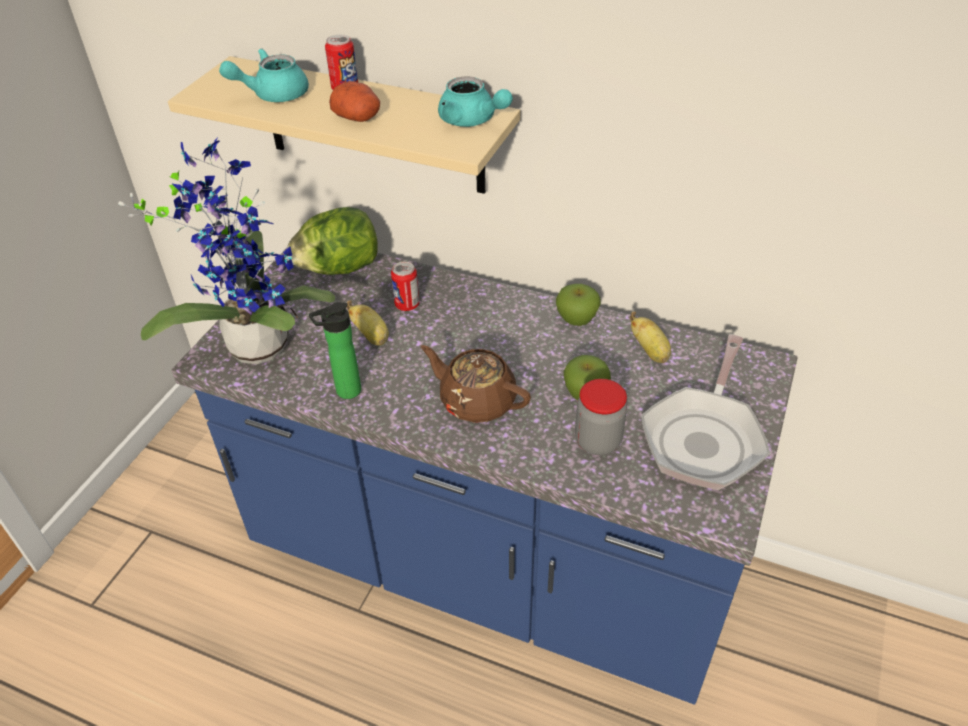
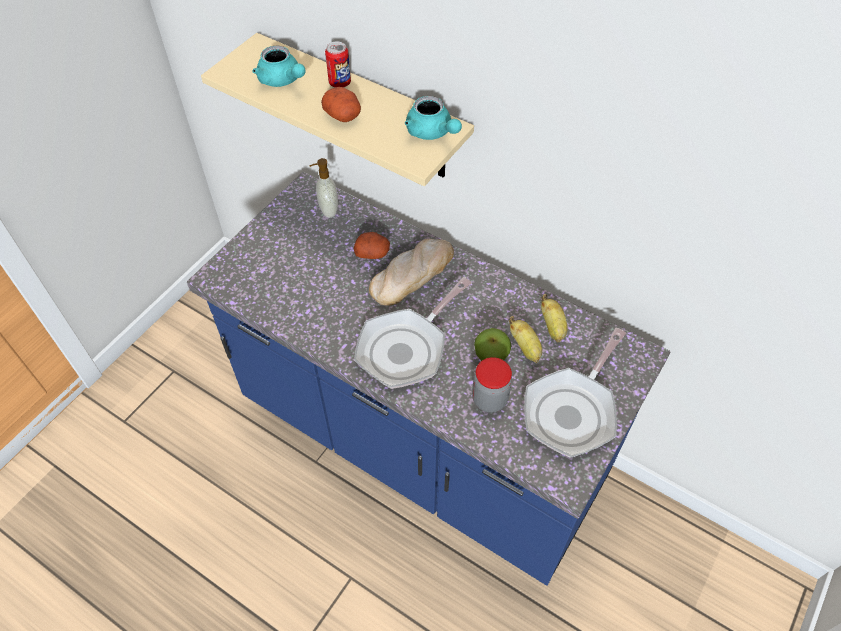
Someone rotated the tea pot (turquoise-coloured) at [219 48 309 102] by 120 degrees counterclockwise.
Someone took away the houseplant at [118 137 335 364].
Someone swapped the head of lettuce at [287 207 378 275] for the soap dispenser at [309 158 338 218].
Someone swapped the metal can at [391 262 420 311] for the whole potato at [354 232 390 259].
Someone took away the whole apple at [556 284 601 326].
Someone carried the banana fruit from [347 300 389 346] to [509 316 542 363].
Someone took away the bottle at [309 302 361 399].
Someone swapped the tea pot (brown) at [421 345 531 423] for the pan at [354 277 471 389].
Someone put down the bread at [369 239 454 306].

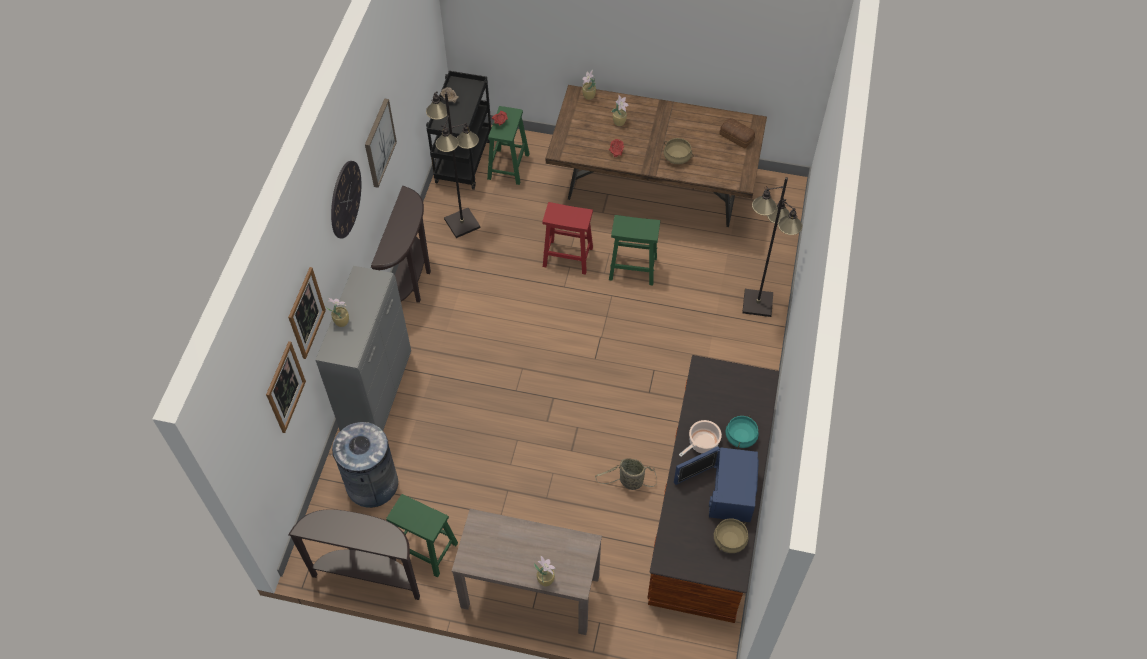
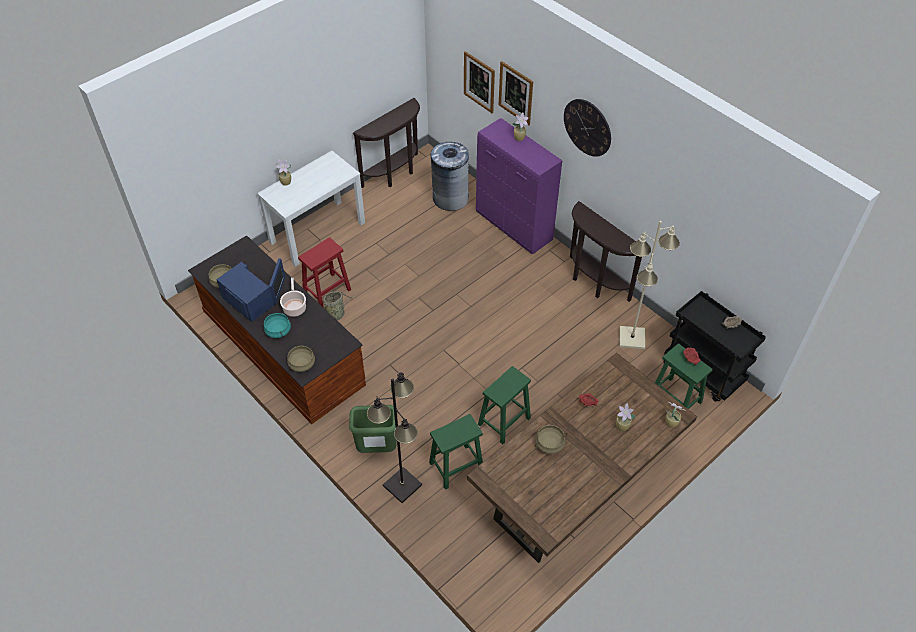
Someone repainted the standard lamp (black) at [426 92 480 238], which became the standard lamp (beige) at [620 221 680 349].
Someone took away the picture at [365 98 397 188].
Someone took away the bread at [719 118 755 148].
Someone carried the stool (red) from [542 202 593 275] to [298 237 351 308].
Someone repainted the cabinet (gray) at [316 266 411 431], which became the cabinet (purple) at [476 118 562 255].
Someone carried the stool (greenish) from [386 494 458 577] to [429 414 483 490].
Someone repainted the console table (brown) at [452 509 602 635], which became the console table (white) at [257 151 365 267].
Someone put down the stockpot (beige) at [287 346 315 372].
Someone put down the waste bin (greenish) at [349 405 398 453].

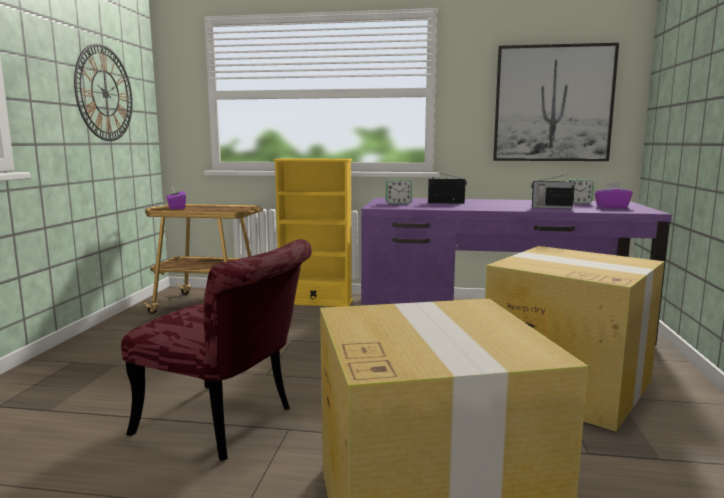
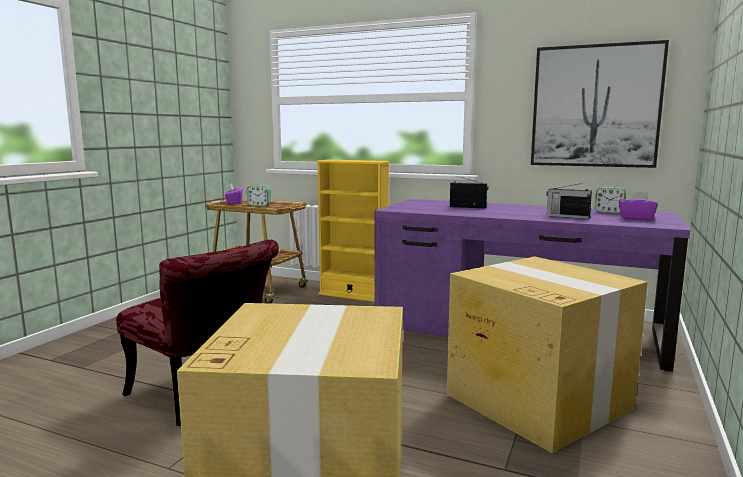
Someone took away the clock on the wall at [74 44 133 141].
Someone carried the bedside clock from [386 179 412 204] to [247 185 271 206].

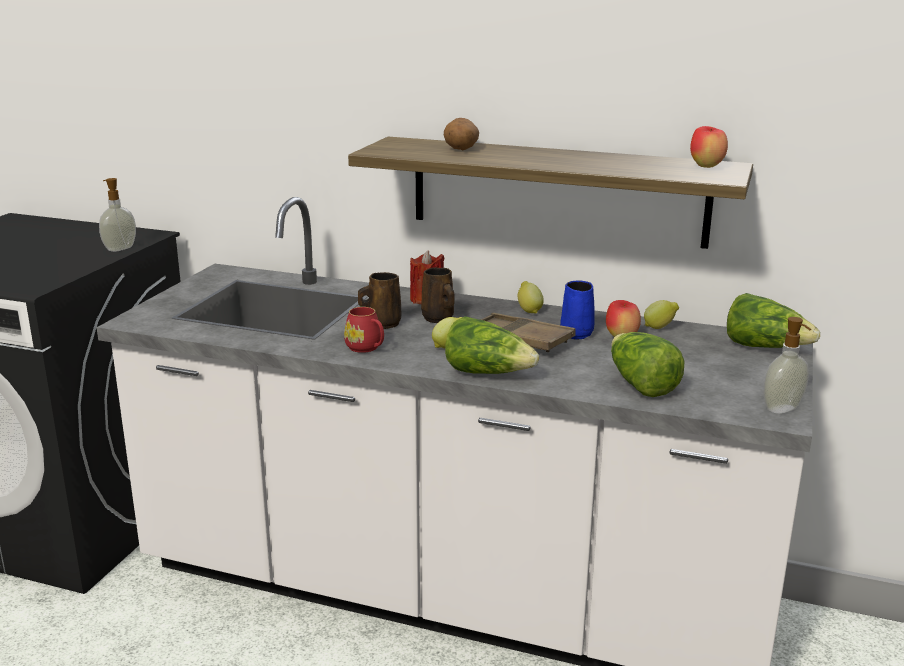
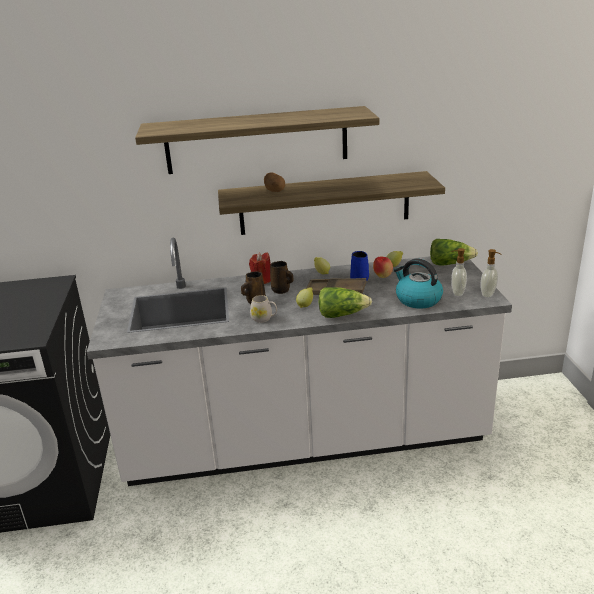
Someone took away the whole apple at [690 126 728 168].
Someone carried the soap dispenser from [99 178 136 252] to [451 248 467 296].
Someone repainted the coffee mug (red) at [344 307 384 353], which became the coffee mug (white) at [250 295 277 323].
Someone swapped the head of lettuce at [611 332 684 397] for the water kettle at [394 258 443 308].
Someone put up the bracket shelf at [135 106 379 174].

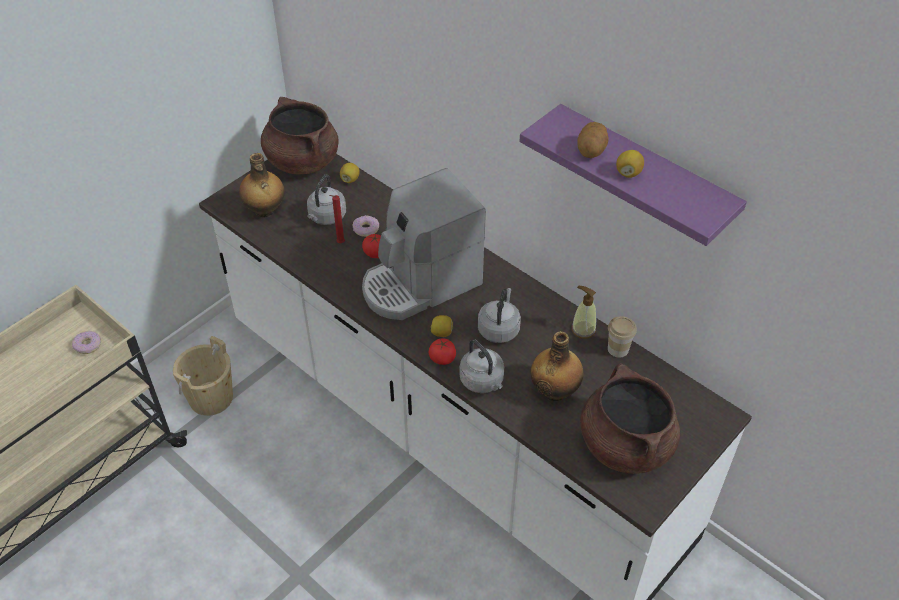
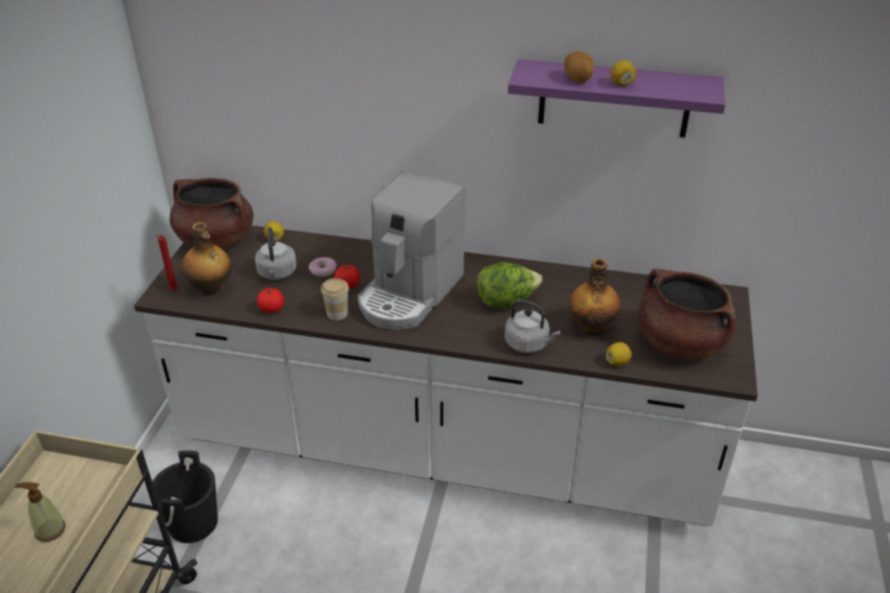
Someone carried the wax candle (red) from [329 195 345 243] to [156 235 178 291].
Someone carried the soap dispenser from [572 286 596 339] to [15 482 65 542].
Someone swapped the water kettle (gray) at [478 288 521 343] for the head of lettuce at [477 262 542 308].
Someone carried the citrus fruit from [431 315 453 337] to [606 342 632 366].
Someone carried the small cup from [608 316 637 358] to [321 278 349 320].
Someone took away the ring doughnut at [72 331 101 354].
Someone repainted the bucket (beige) at [173 336 233 416], which became the bucket (black) at [153 451 218 543].
Someone carried the whole tomato from [429 338 456 365] to [257 288 284 313].

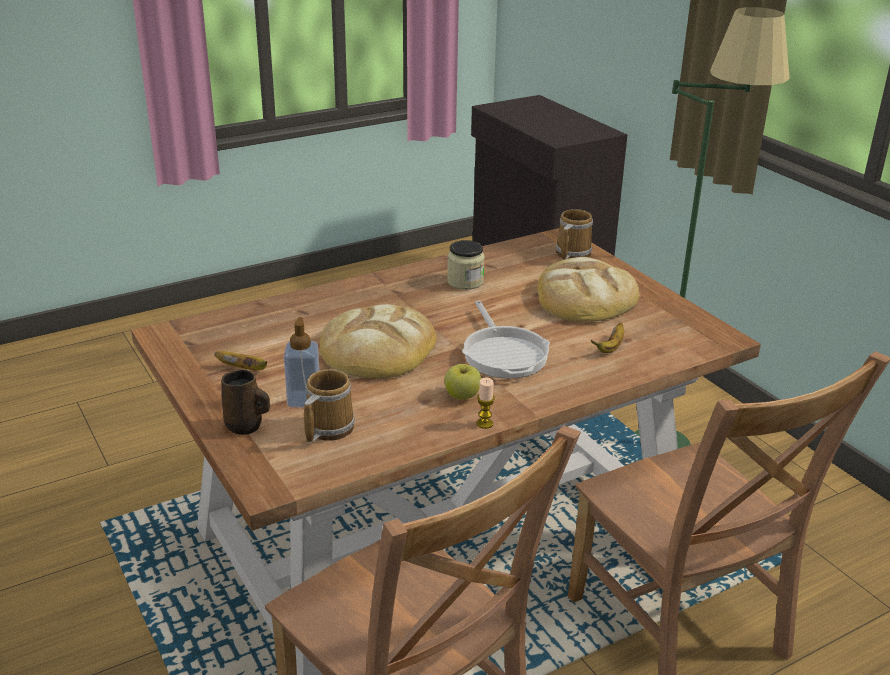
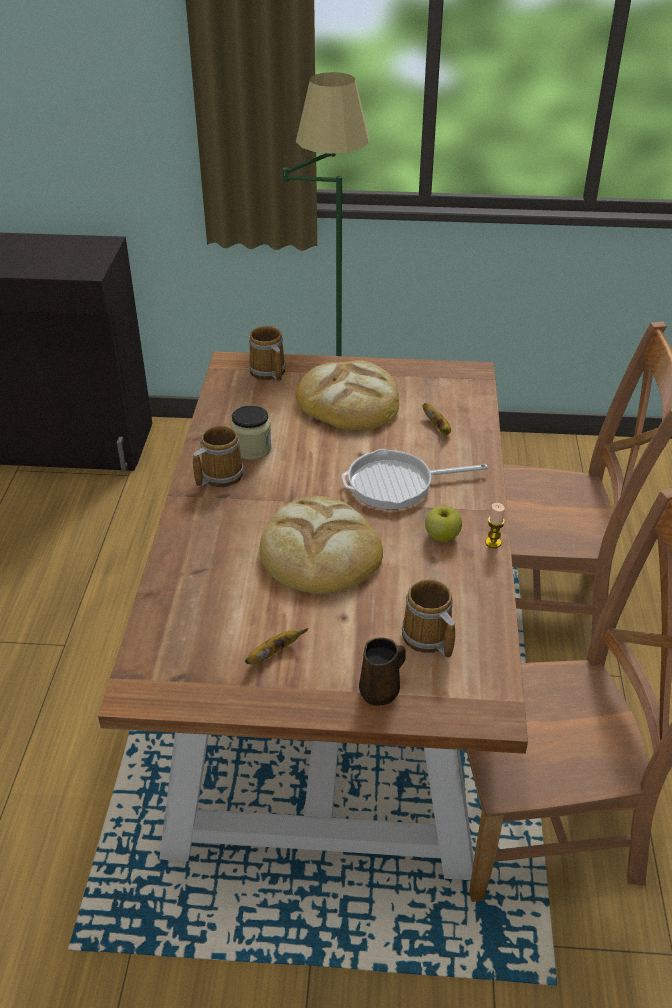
Someone rotated the pan at [462 301 550 378] by 150 degrees clockwise.
Someone took away the soap dispenser at [284 317 319 407].
Someone put down the coffee mug at [193 425 244 487].

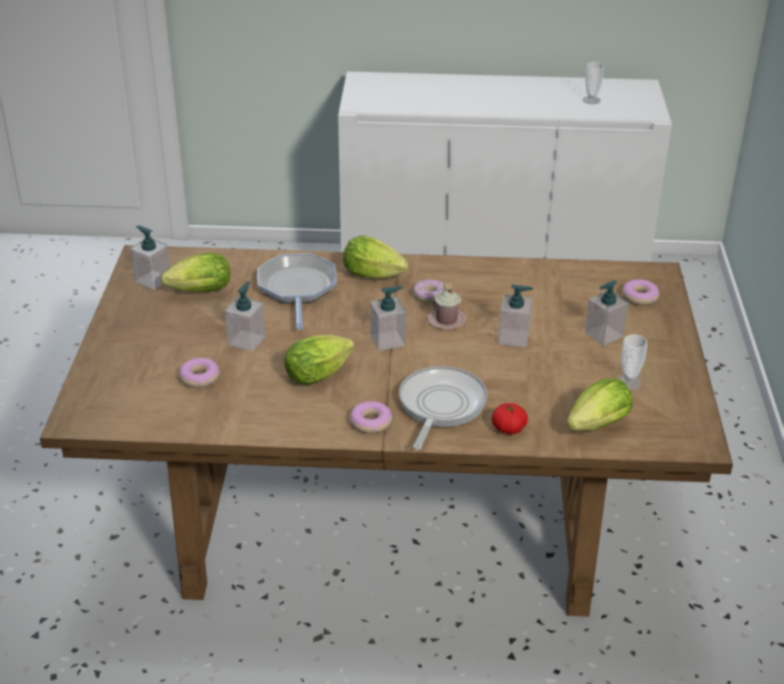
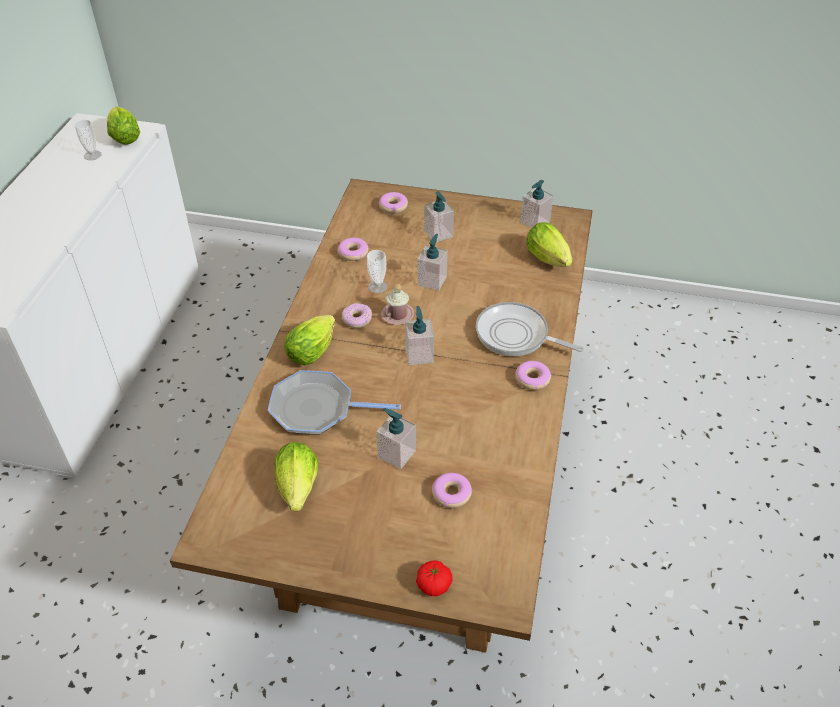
Someone carried the soap dispenser from [130 225 170 290] to [520 180 553 228].
Someone carried the small cup from [618 334 647 390] to [367 250 388 293].
Someone carried the head of lettuce from [284 335 355 385] to [107 107 140 145].
Someone carried the whole tomato from [492 403 528 434] to [416 560 452 596].
Someone put down the ring doughnut at [338 238 368 261].

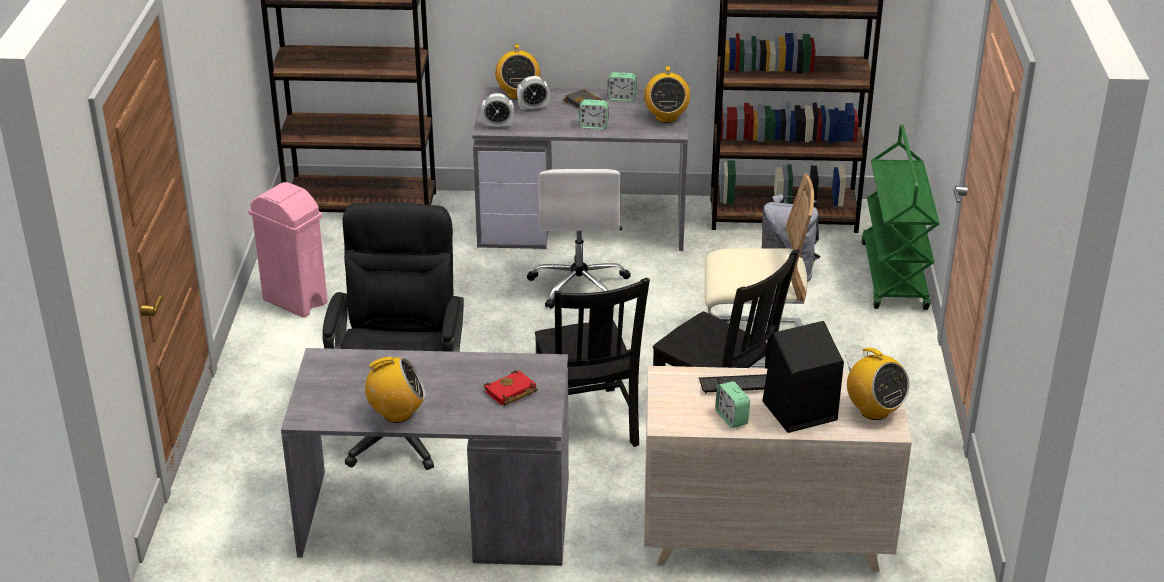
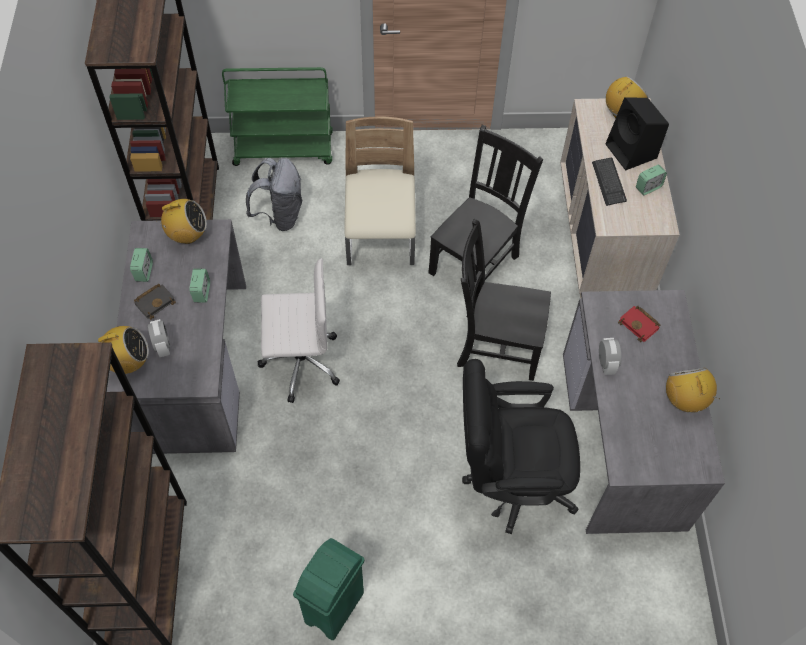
Someone carried the bedside clock from [481 93 514 129] to [599 338 621 375].
Someone repainted the waste bin (pink) at [248 182 328 318], which became the waste bin (greenish) at [293 538 365 640].
Someone rotated the upright chair (black) at [535 278 650 447] by 150 degrees counterclockwise.

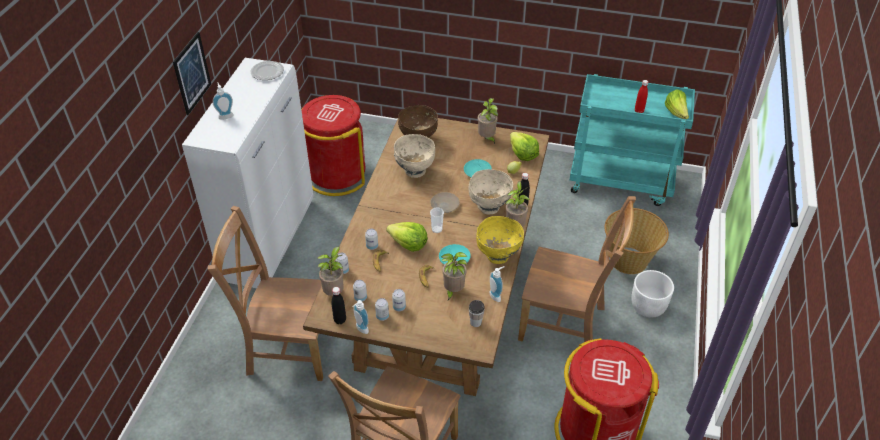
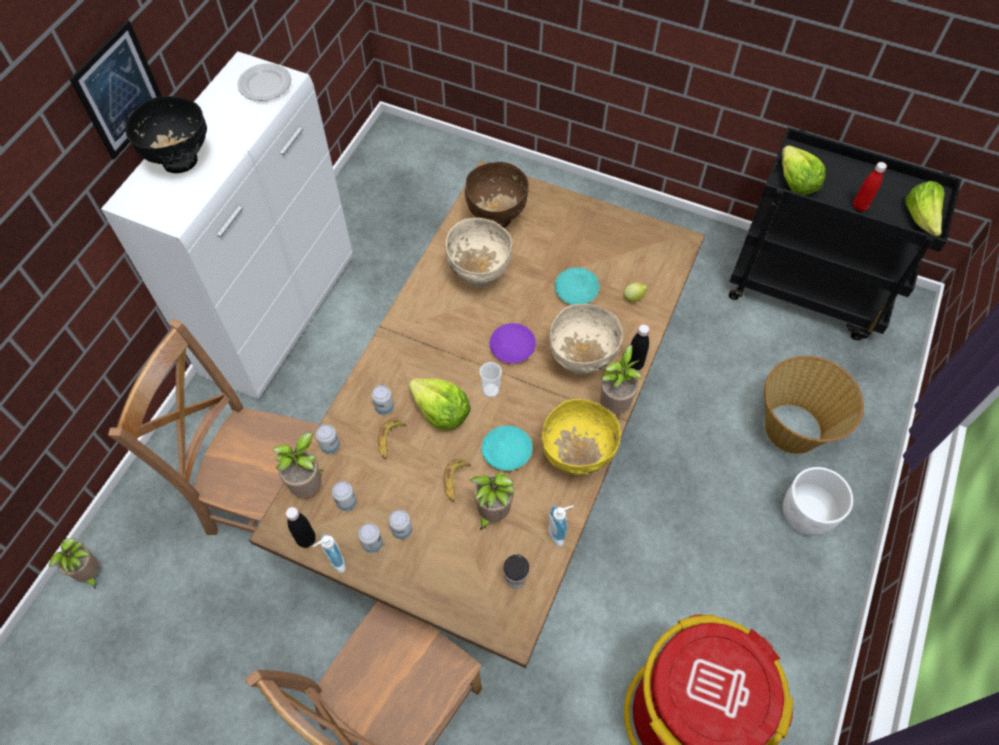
Someone repainted the trolley (turquoise-coloured) at [570 74 695 206], which became the trolley (black) at [729 127 962 340].
Someone swapped the soap dispenser at [212 82 234 119] for the serving bowl (black) at [126 96 207 173].
Someone took away the waste bin (red) at [301 95 365 196].
Someone carried the houseplant from [478 98 498 144] to [49 538 99 589].
Someone carried the head of lettuce from [510 132 539 161] to [782 145 826 195].
Someone repainted the flat dish (beige) at [430 192 460 213], which became the flat dish (purple) at [490 323 536 364].
Someone took away the upright chair (brown) at [518 196 636 342].

